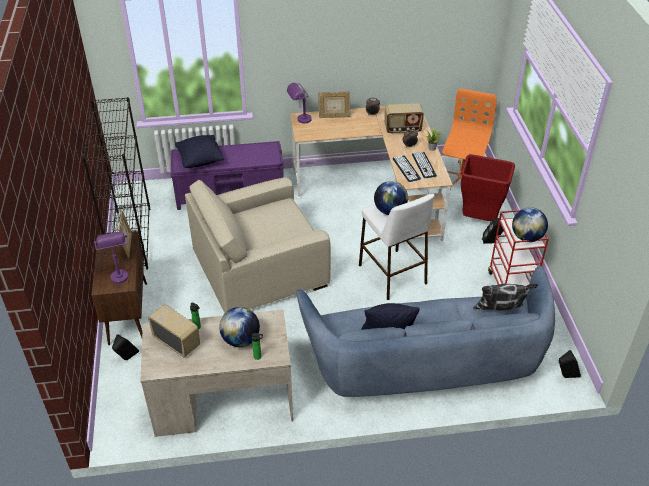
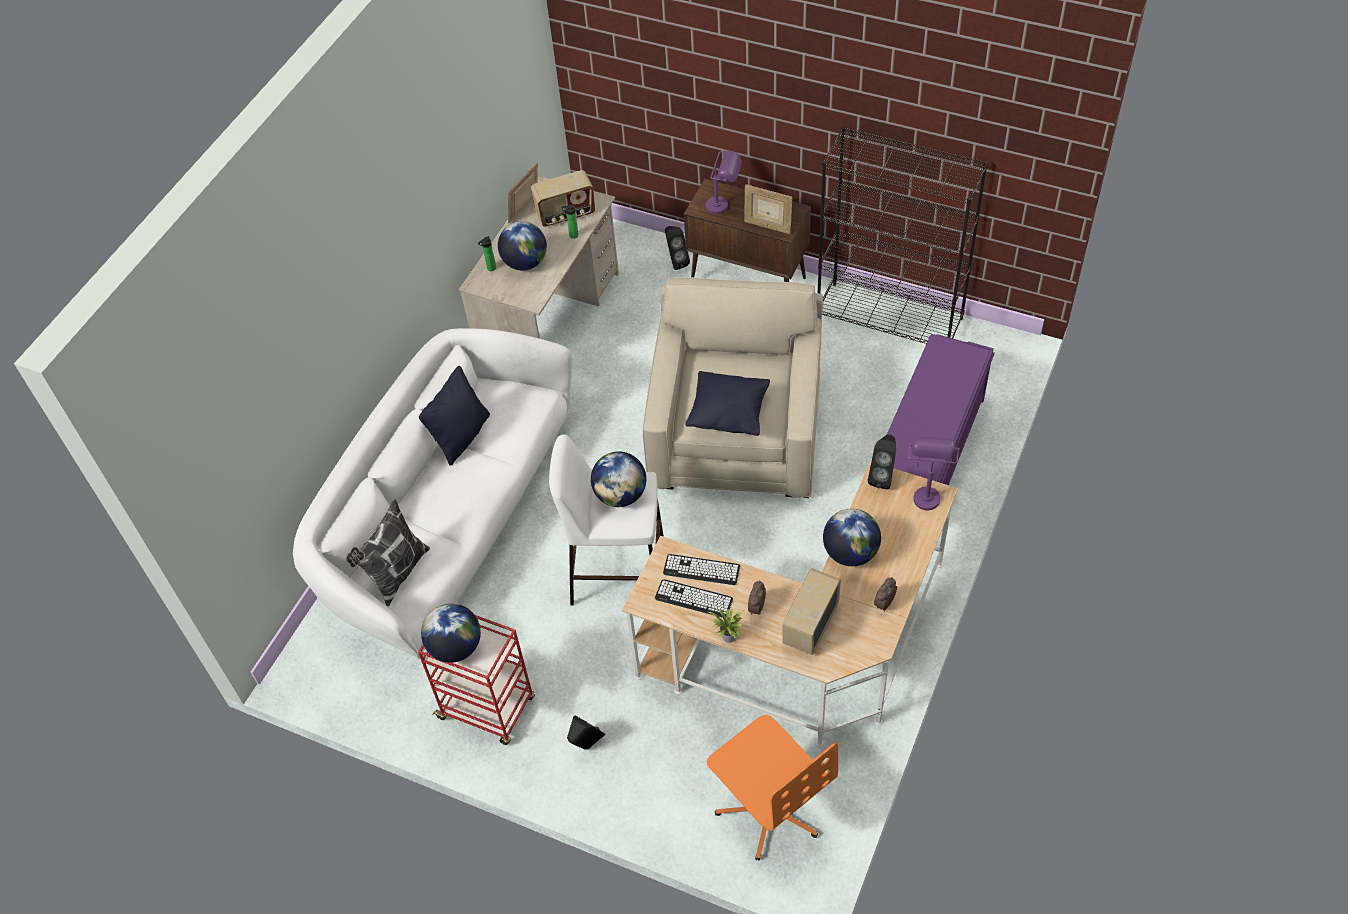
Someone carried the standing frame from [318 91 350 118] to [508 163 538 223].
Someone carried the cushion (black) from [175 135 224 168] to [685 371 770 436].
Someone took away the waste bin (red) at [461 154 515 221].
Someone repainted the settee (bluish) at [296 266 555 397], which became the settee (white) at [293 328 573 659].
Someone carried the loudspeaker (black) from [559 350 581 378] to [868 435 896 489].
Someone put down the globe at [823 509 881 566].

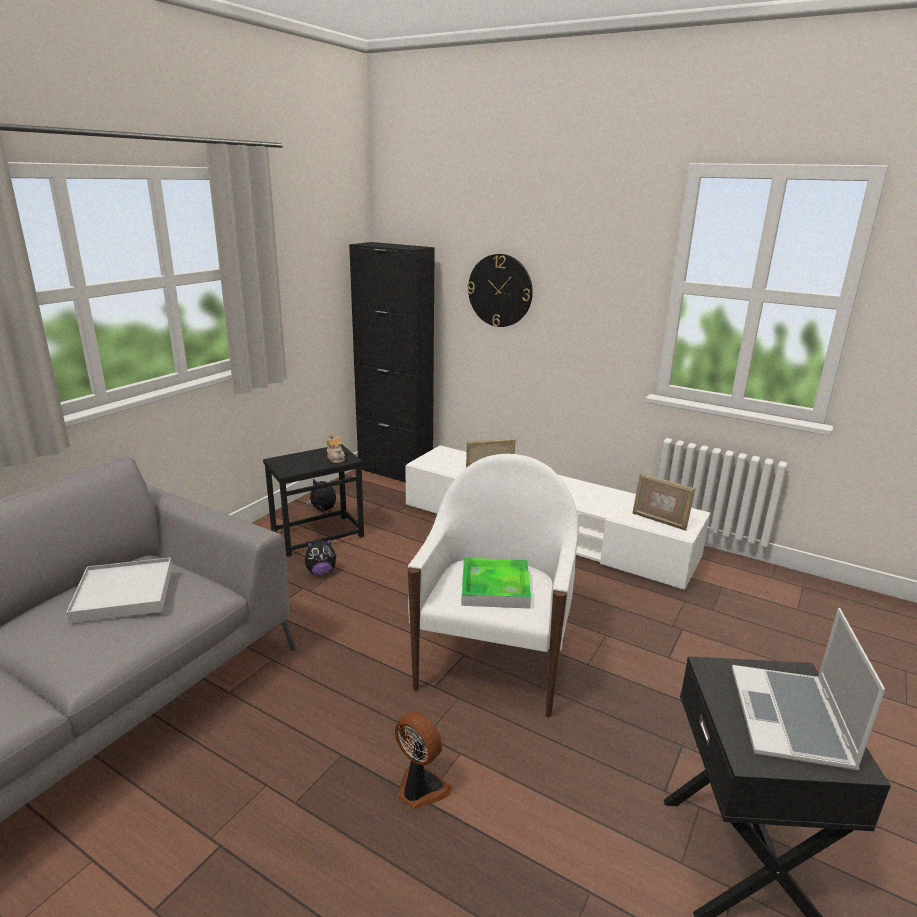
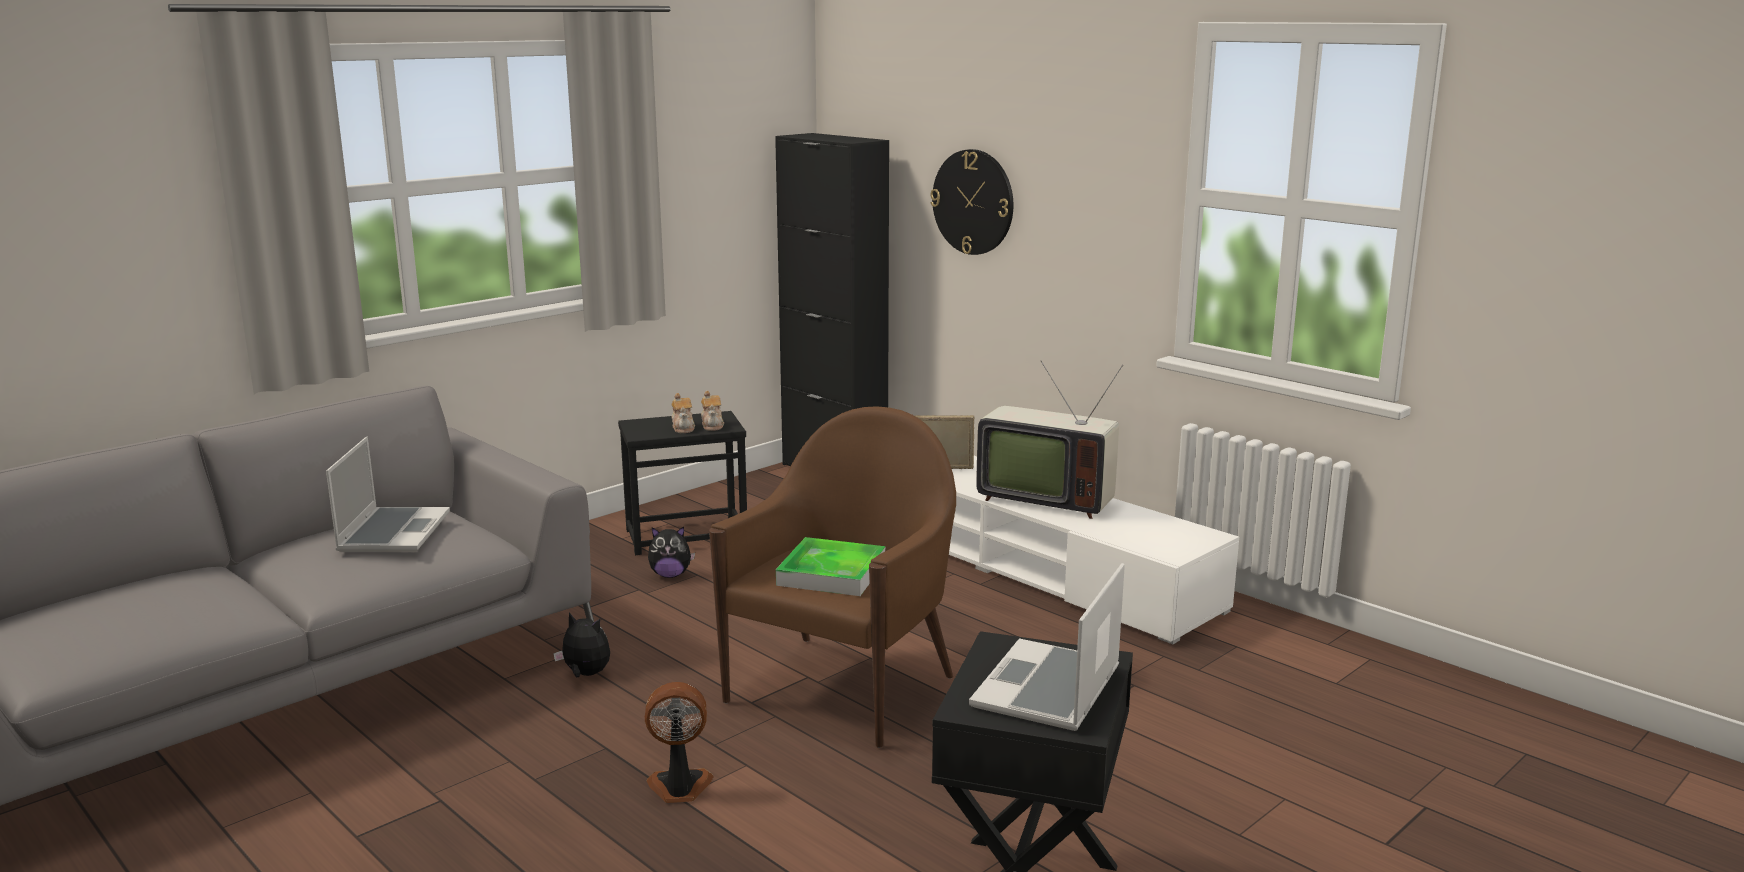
Someone repainted the easy chair (white) at [408 454 579 717], which became the easy chair (brown) at [709 406 956 748].
Someone took away the standing frame at [632 473 695 531].
Someone carried the cuddly toy from [306 479 336 512] to [553 612 610 678].
Someone swapped the serving tray (white) at [66 557 172 623] for the notebook computer at [326 437 450 552].
Someone rotated the fan at [395 711 452 809] by 60 degrees counterclockwise.
Someone put down the TV set at [976 360 1123 519].
Someone put down the tea pot at [671 393 695 433].

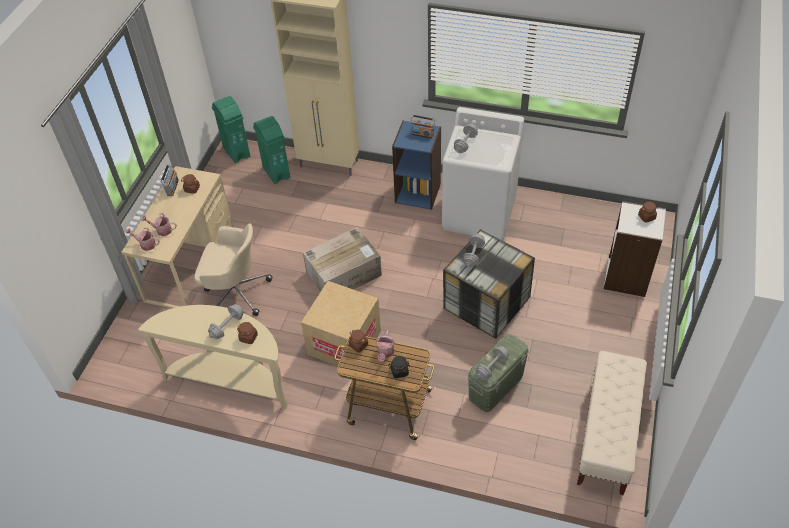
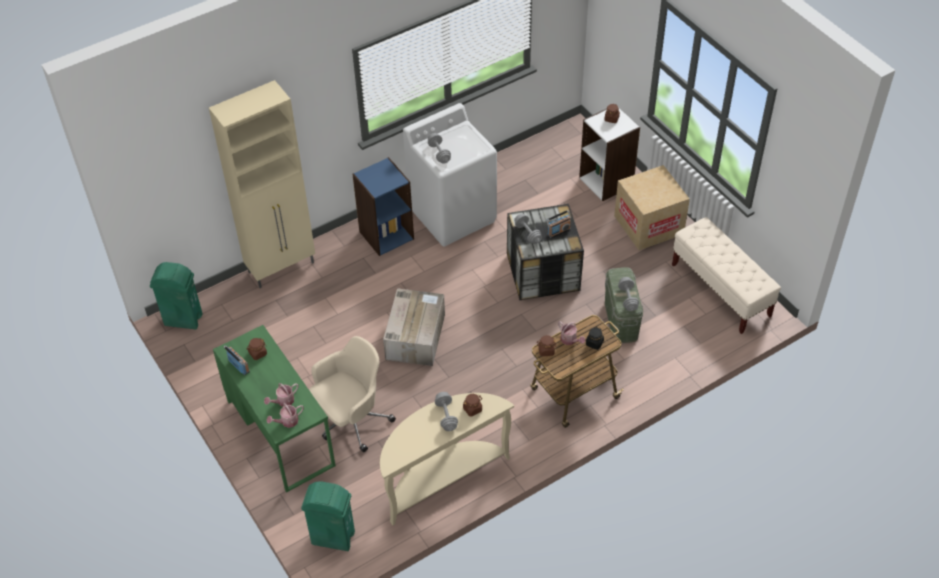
Someone carried the radio from [410 115 435 138] to [546 210 571 238].
Someone carried the waste bin (greenish) from [253 116 290 184] to [301 481 355 551].
Someone repainted the desk unit (beige) at [122 166 233 308], which became the desk unit (greenish) at [213 325 336 492].
Someone carried the packing box from [301 281 381 366] to [614 165 690 250].

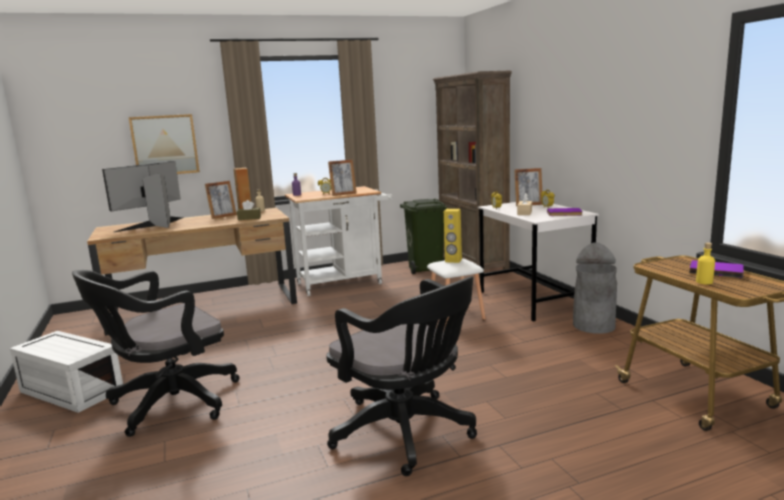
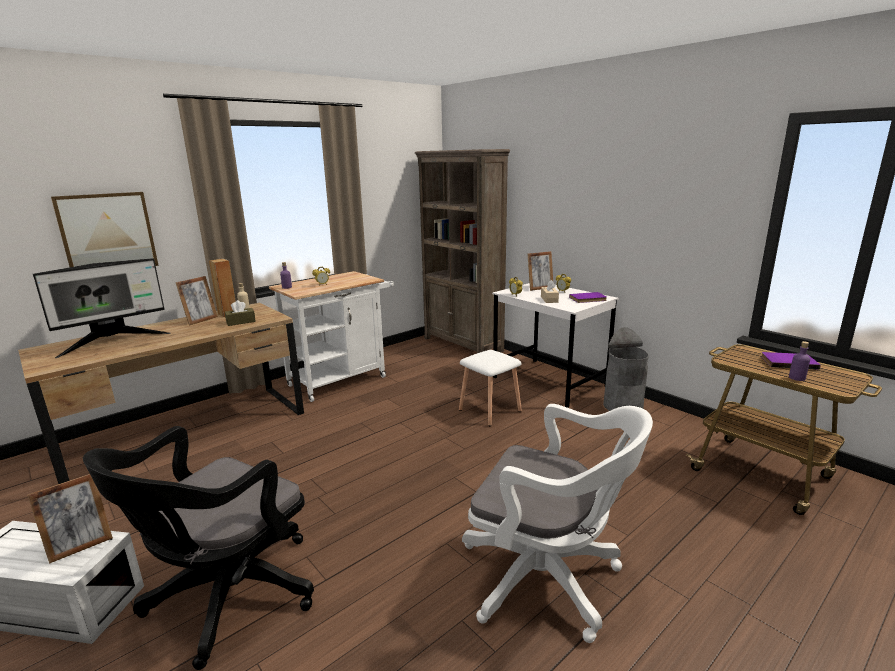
Someone carried the standing frame from [328 160 357 196] to [27 474 113 564].
Someone rotated the computer screen at [102 161 183 232] by 150 degrees counterclockwise.
Someone took away the waste bin (greenish) at [400 199 447 274].
Someone took away the loudspeaker (yellowish) at [444 209 462 263].
Someone repainted the bottle (yellowish) at [696 242 715 285], which became the bottle (purple) at [789 341 810 381].
Someone repainted the office chair (black) at [326 276 477 476], which became the office chair (white) at [462 404 653 643].

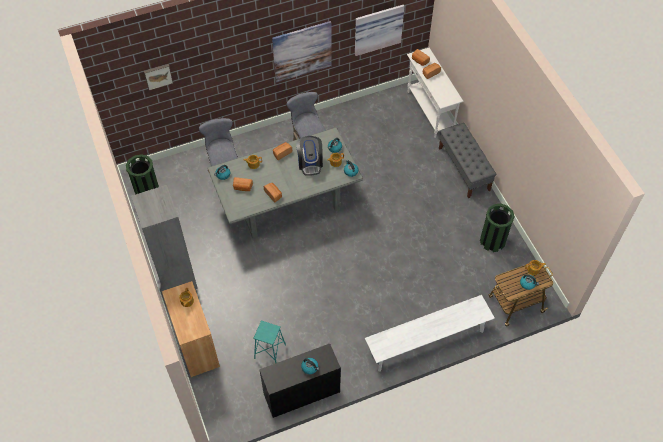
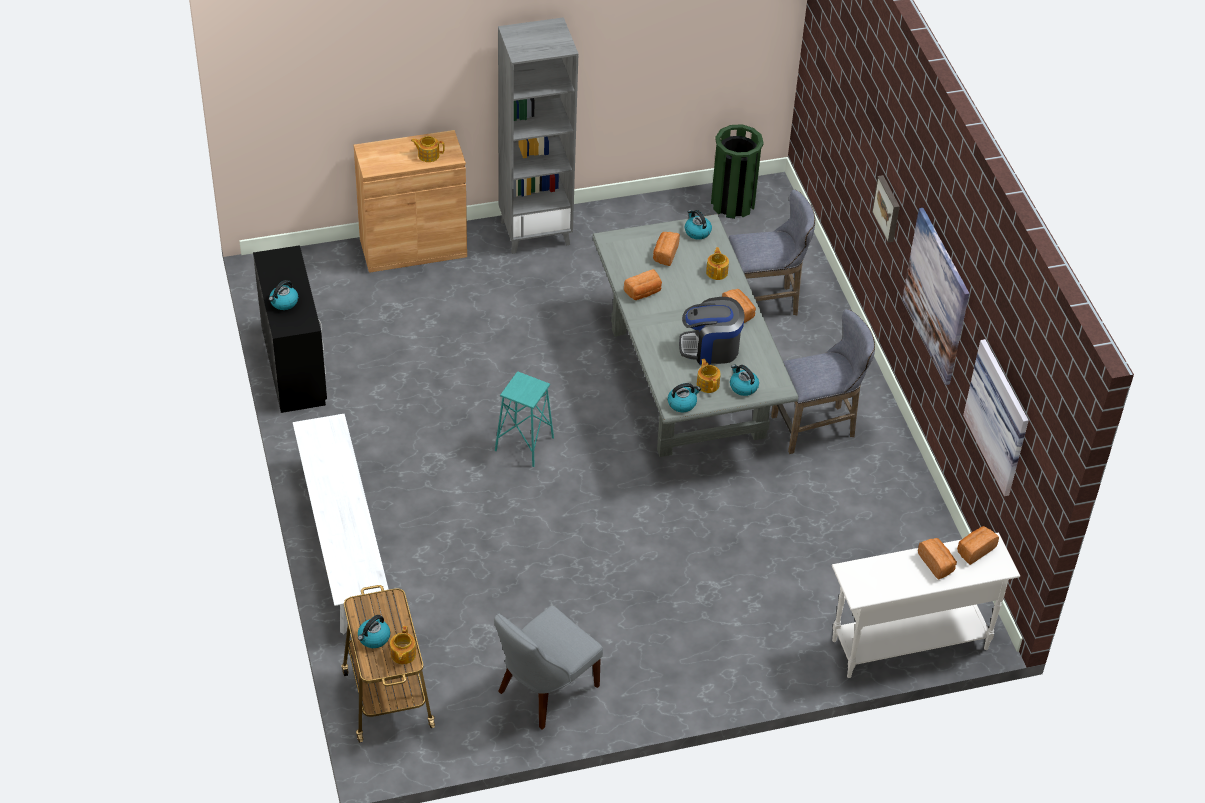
Someone carried the picture from [144 64 173 90] to [872 175 900 243].
Someone took away the long seat (gray) at [439 123 496 198].
Someone swapped the waste bin (greenish) at [480 204 515 252] for the upright chair (gray) at [494 606 603 729].
Someone carried the stool (turquoise-coloured) from [253 320 286 363] to [495 371 554 467].

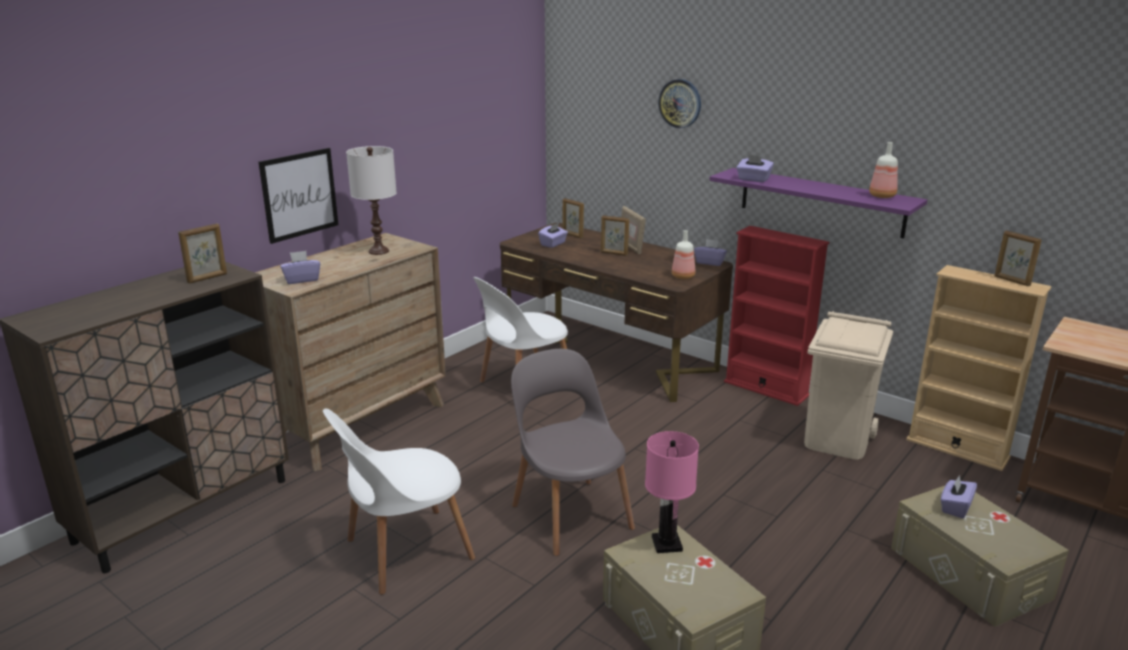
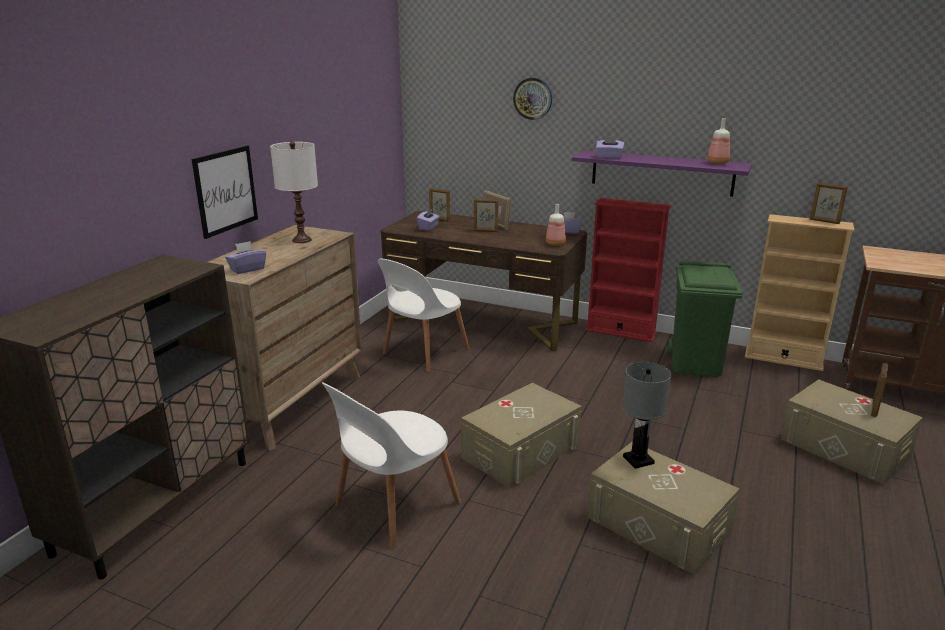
Someone carried the standing frame from [178 224 227 284] to [871 363 888 417].
Someone repainted the waste bin (beige) at [804 311 893 459], which became the waste bin (greenish) at [667 260 743 377].
Someone swapped the upright chair (gray) at [511 349 635 556] for the storage container (beige) at [461 383 581 488].
Someone repainted the lamp for a table (pink) at [645 431 699 553], which became the lamp for a table (gray) at [622 362 671 469].
Someone took away the tissue holder (purple) at [941 474 977 519].

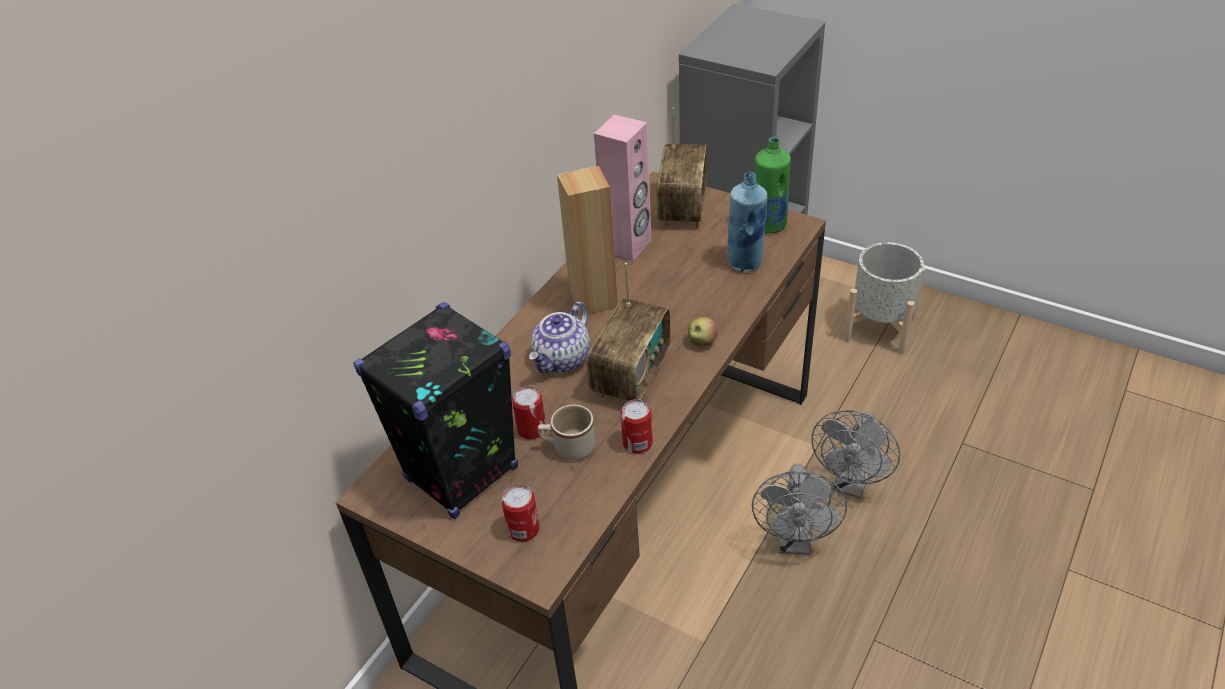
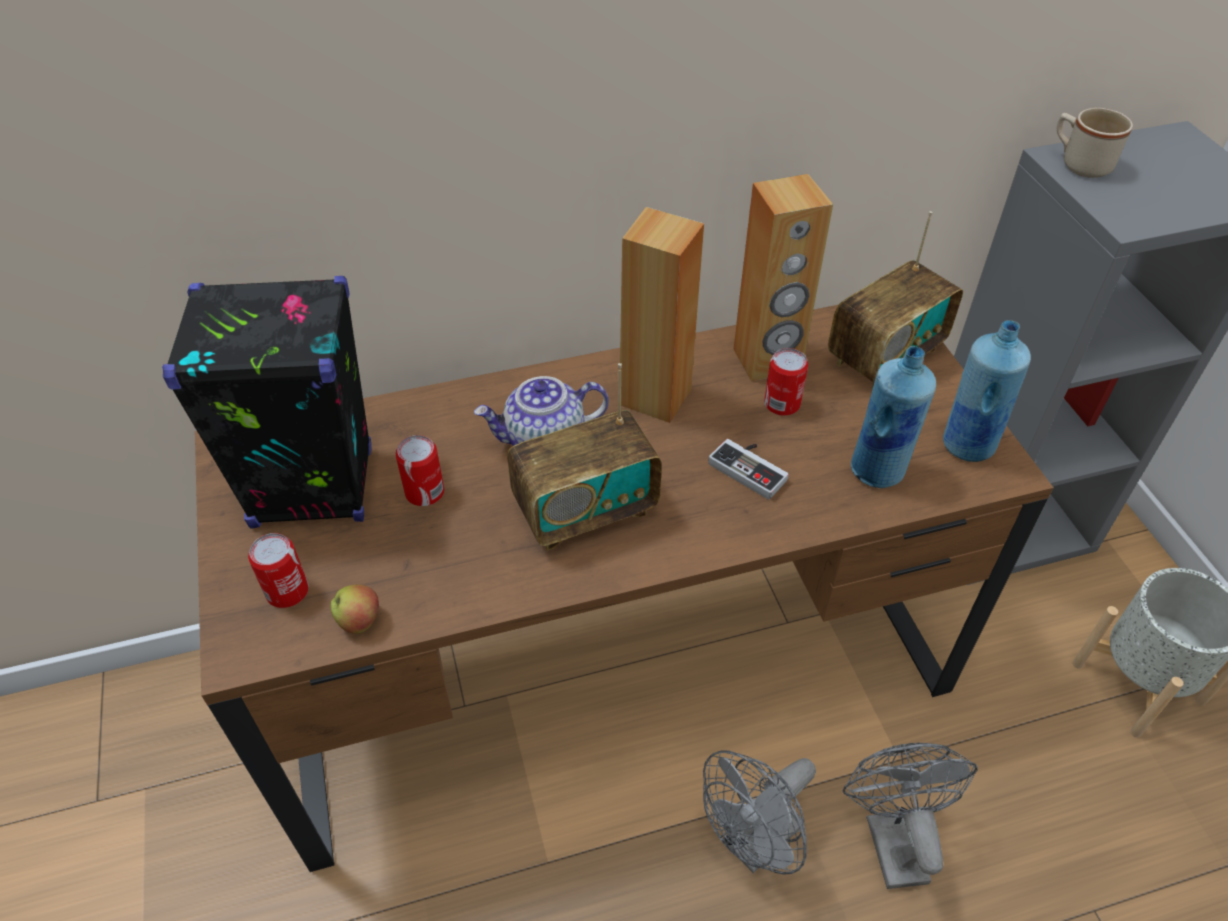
Someone repainted the loudspeaker (pink) at [594 115 651 261], which became the loudspeaker (brown) at [734 174 833 382].
Someone repainted the bottle (greenish) at [755 137 791 234], which became the bottle (bluish) at [943 320 1031 462].
Someone carried the whole apple from [688 316 718 346] to [331 584 379 634].
Someone carried the metal can from [621 399 653 454] to [764 348 808 416].
Someone carried the coffee mug (beige) from [538 405 595 460] to [1057 108 1133 178].
Someone rotated the fan (gray) at [811 410 900 499] by 105 degrees clockwise.
Someone put down the joypad at [708 439 789 500].

